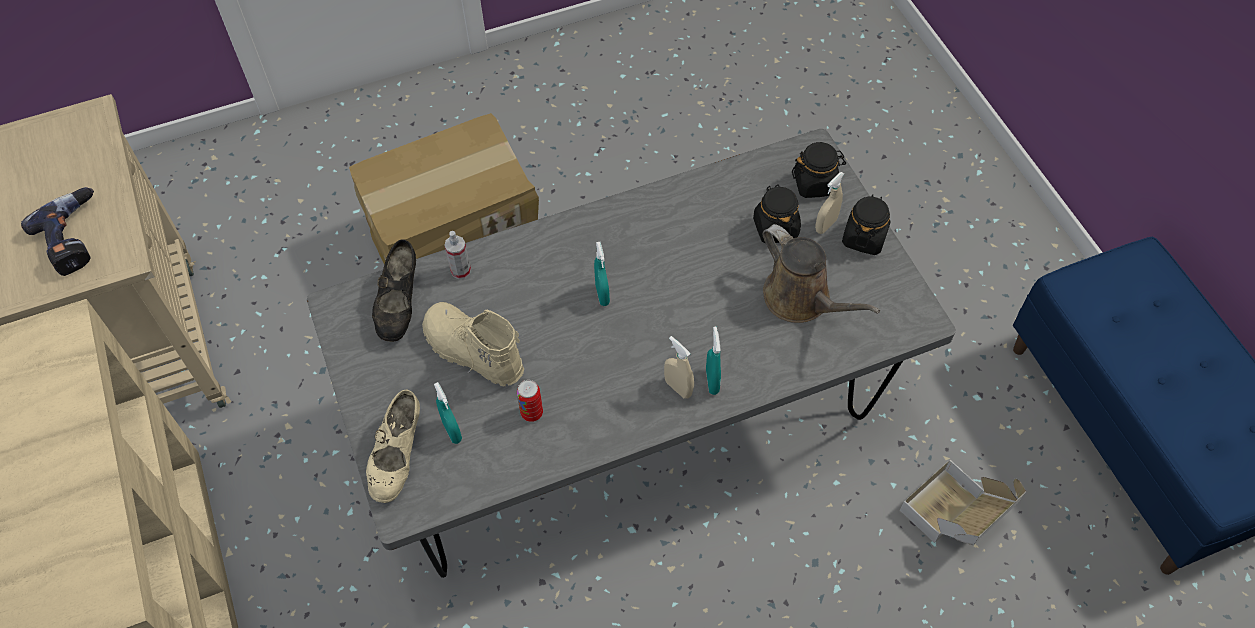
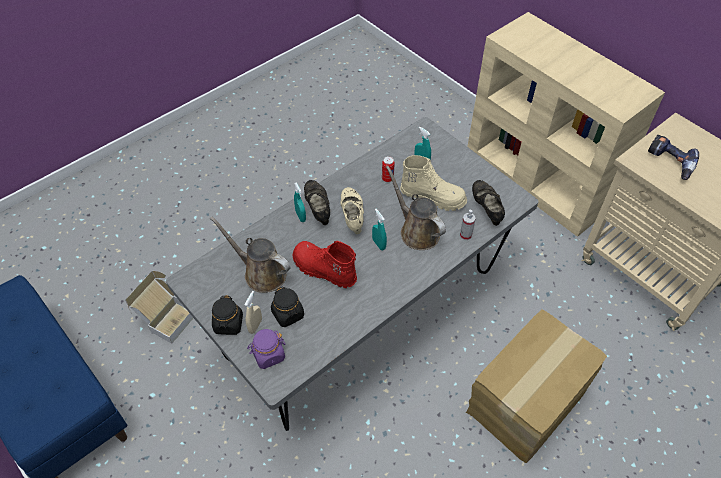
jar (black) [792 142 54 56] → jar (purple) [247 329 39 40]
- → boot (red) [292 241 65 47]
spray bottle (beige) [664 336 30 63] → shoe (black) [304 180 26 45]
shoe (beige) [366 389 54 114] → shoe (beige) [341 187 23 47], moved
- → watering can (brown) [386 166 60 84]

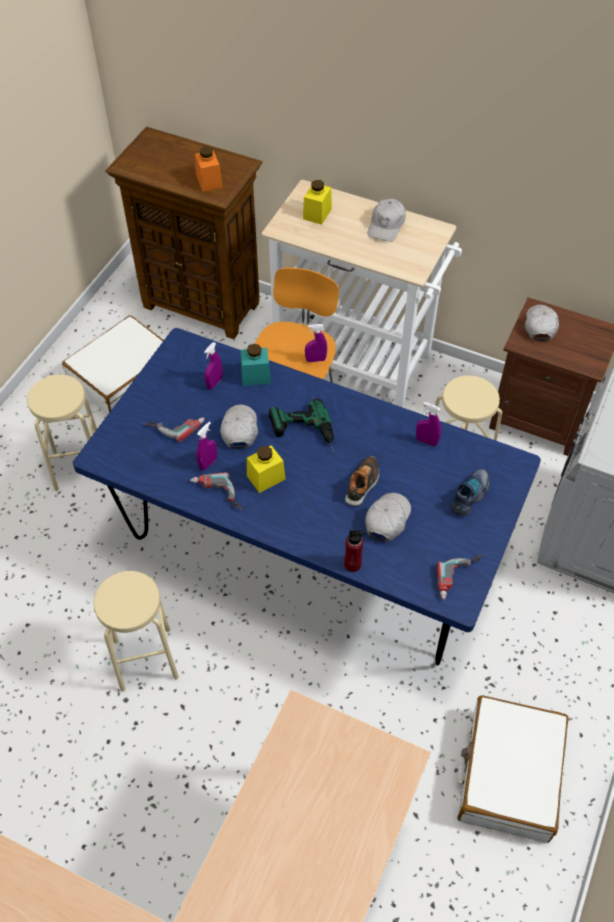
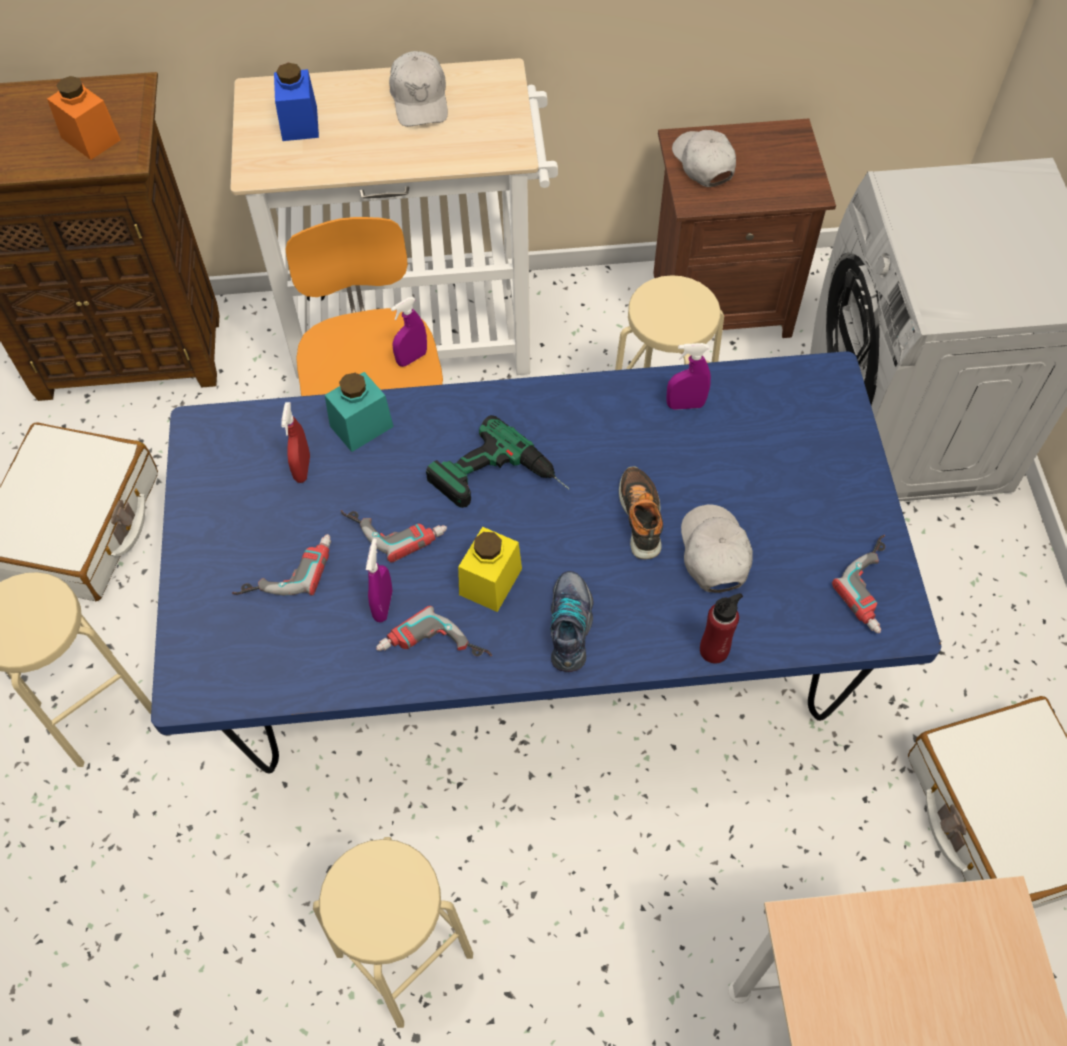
jar (yellow) [303 180 29 45] → jar (blue) [274 63 45 78]
spray bottle (purple) [204 342 19 47] → spray bottle (red) [281 402 29 81]
cap (white) [220 405 38 44] → power drill [341 510 106 52]
shoe [451 468 39 48] → shoe [550 571 43 101], moved

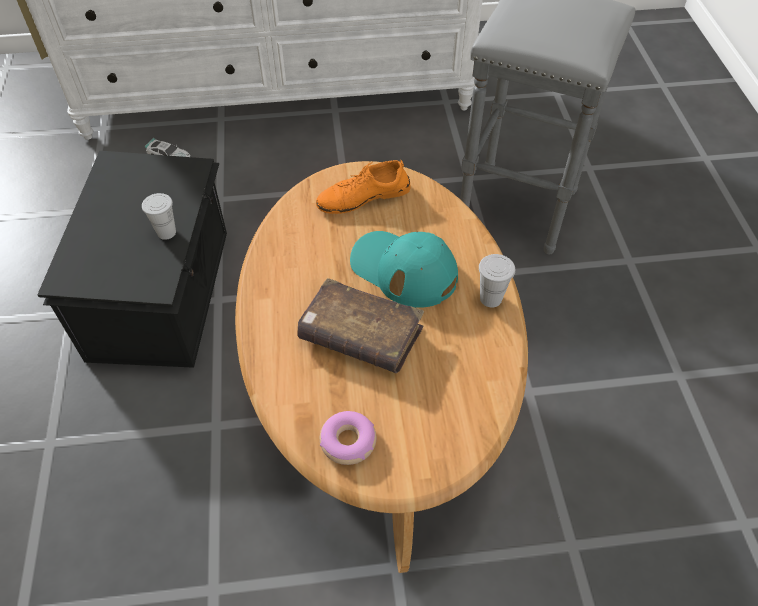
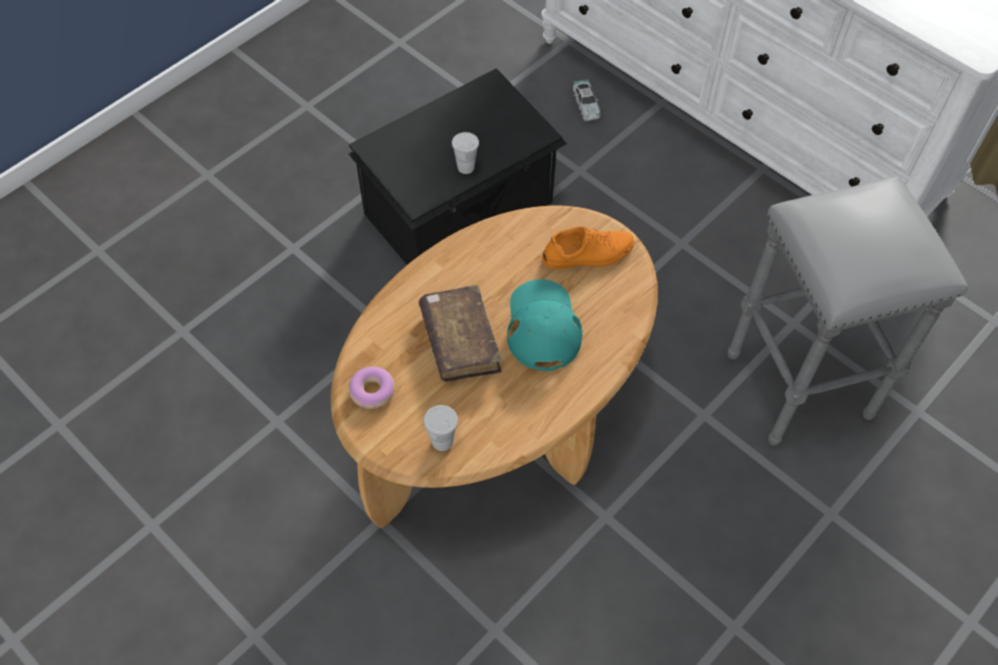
cup (white) [479 254 36 54] → cup (white) [423 405 35 46], moved
shoe (orange) [316 160 95 54] → shoe (orange) [542 226 92 43], 135 degrees clockwise

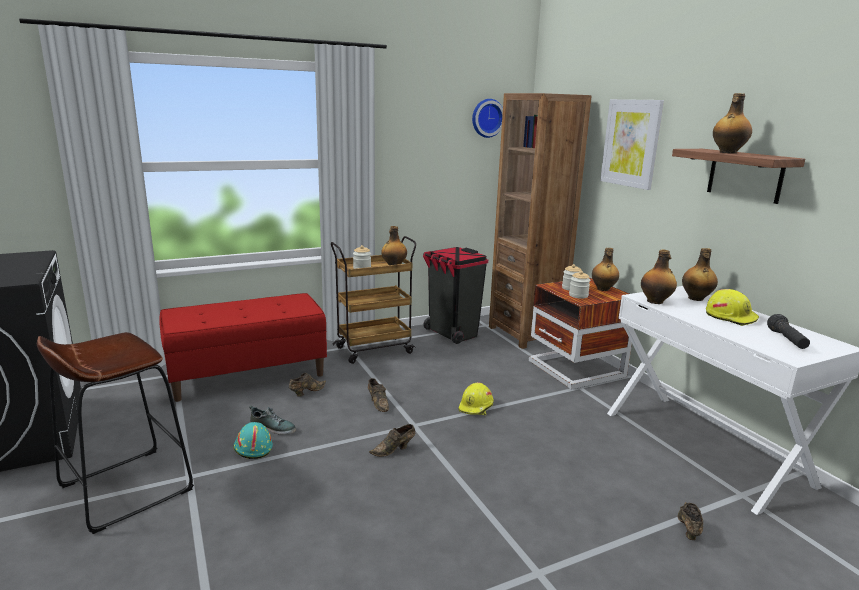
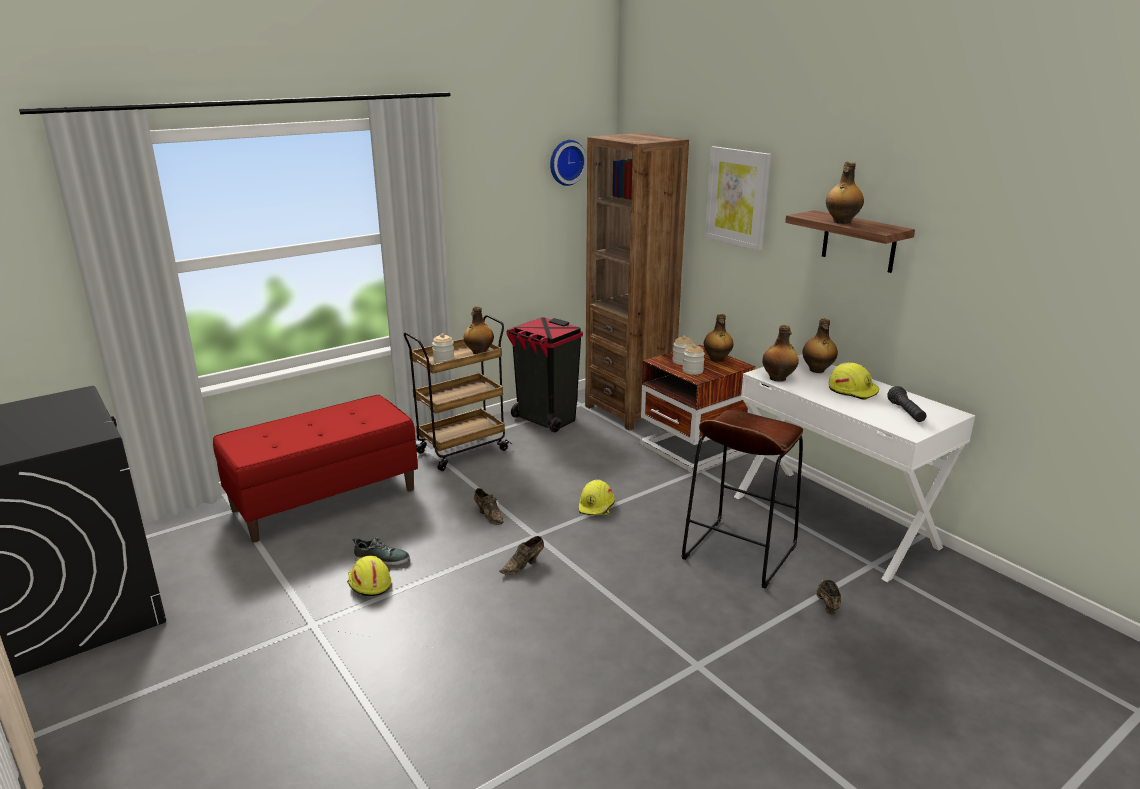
hard hat (turquoise) [234 422 39 37] → hard hat (yellow) [347 556 44 40]
stool (brown) [37 332 157 202] → stool (brown) [682 410 121 179], moved
shoe (brown) [289 373 37 24] → -

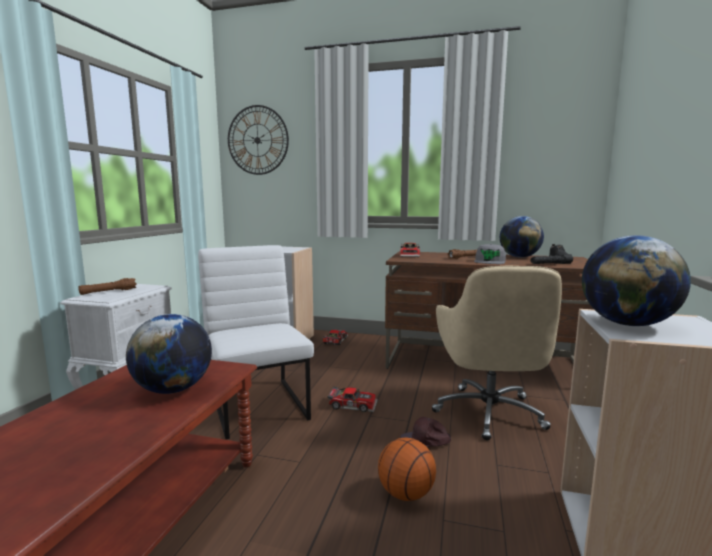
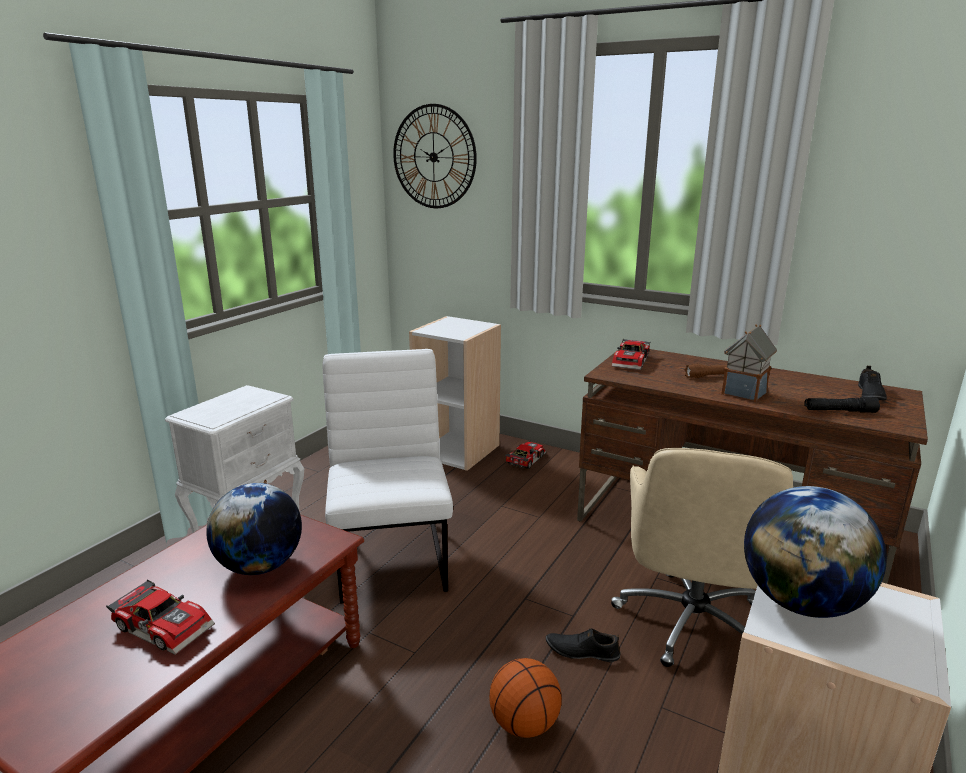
toy car [327 386 51 26] → toy car [106 579 109 76], moved
cap (brown) [400 417 51 30] → shoe (black) [546 628 74 34]
cap (grey) [474 244 32 20] → toy house [721 324 56 78]
flashlight (brown) [79 278 58 17] → -
globe [500 216 44 42] → -

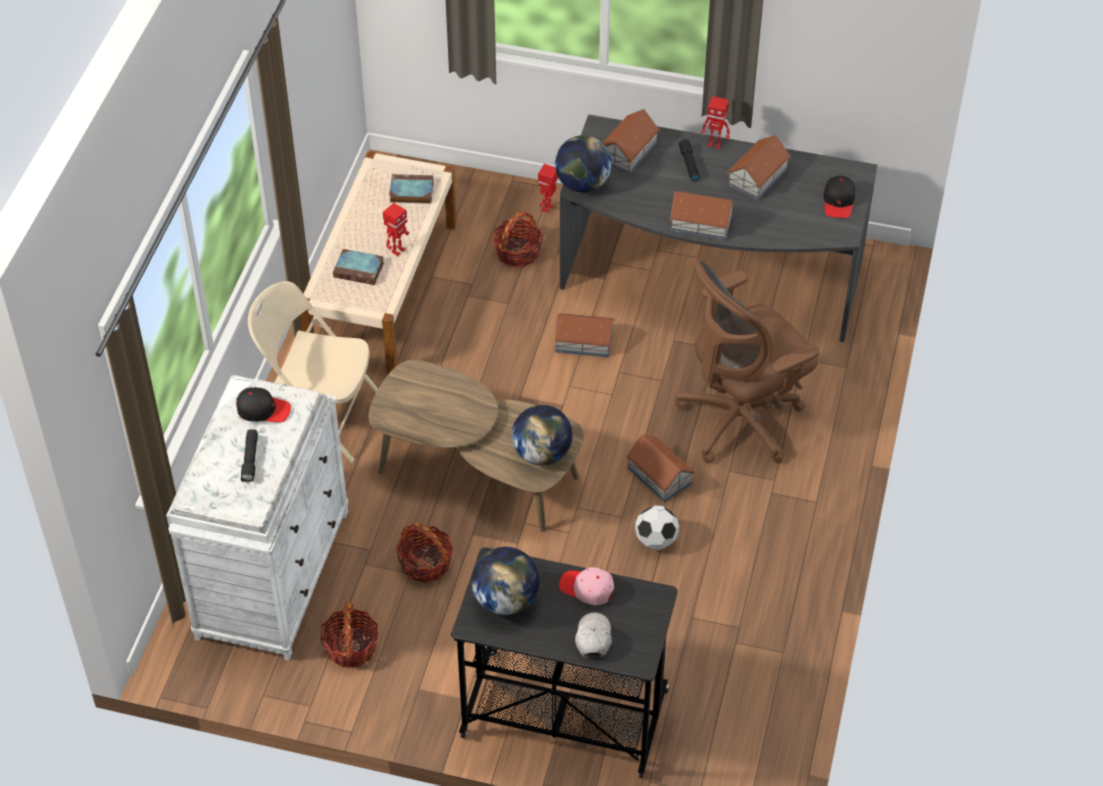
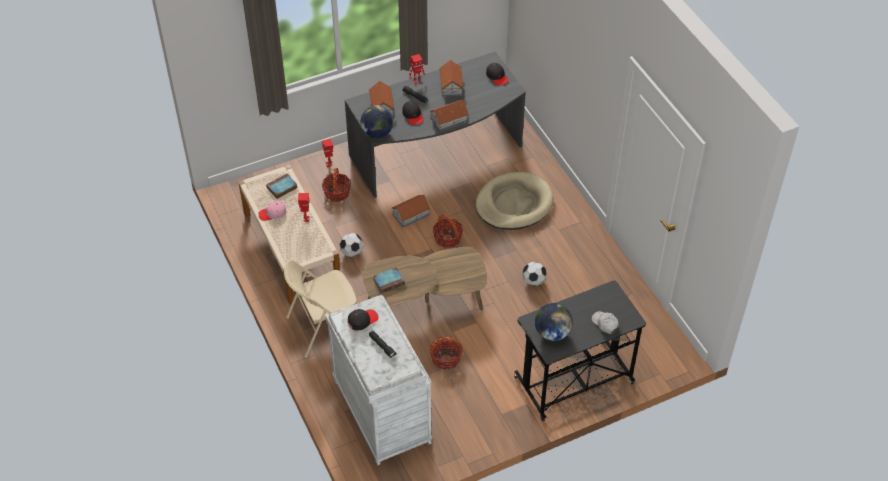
cap (pink) [559 567 55 38] → cap (pink) [258 201 28 20], moved
- → football [339 233 25 24]
book [333 249 51 36] → book [373 267 32 26], moved
- → cap (black) [402 101 21 24]
basket [320 602 58 65] → basket [433 214 30 34], moved
office chair (brown) [675 257 144 207] → dog bed (beige) [475 172 78 58]
globe [512 405 60 61] → -
toy house [626 435 69 67] → -

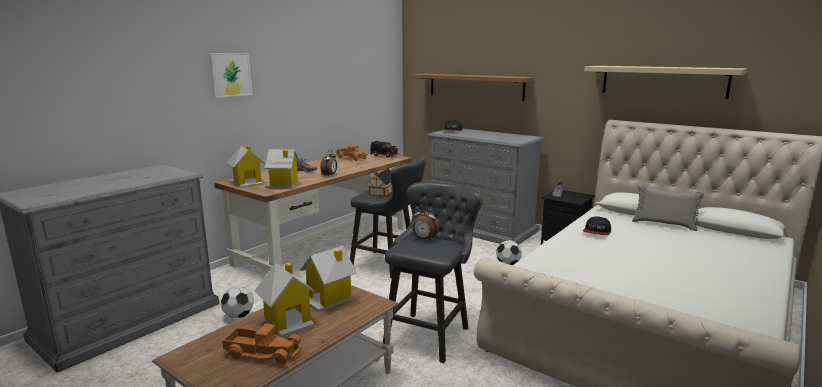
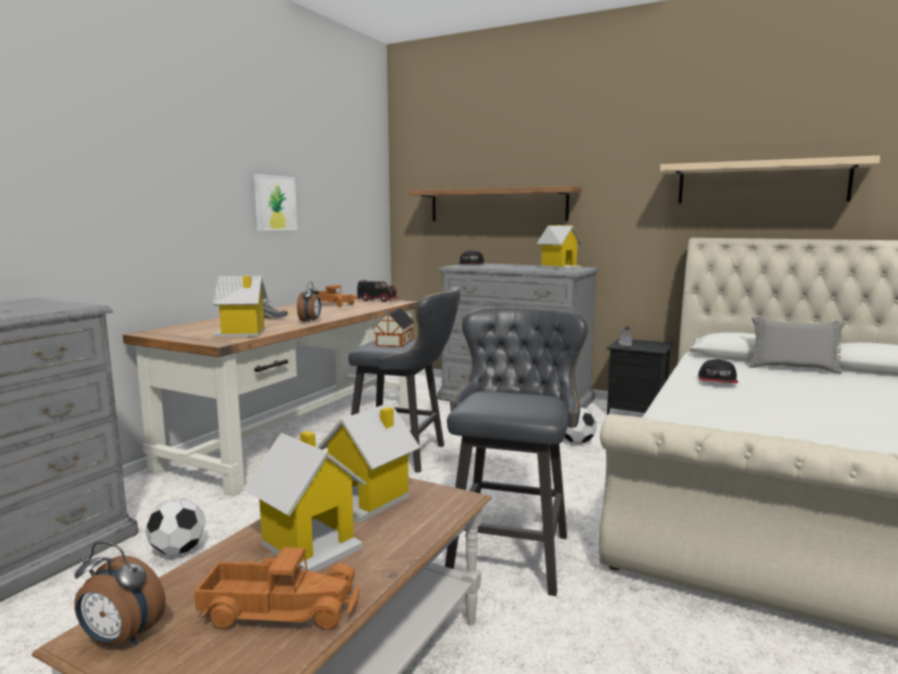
alarm clock [412 205 28 36] → alarm clock [74 541 92 105], moved
picture [209 53 43 45] → picture [254 174 43 57], moved
toy house [227 146 38 42] → toy house [537 225 46 45], moved

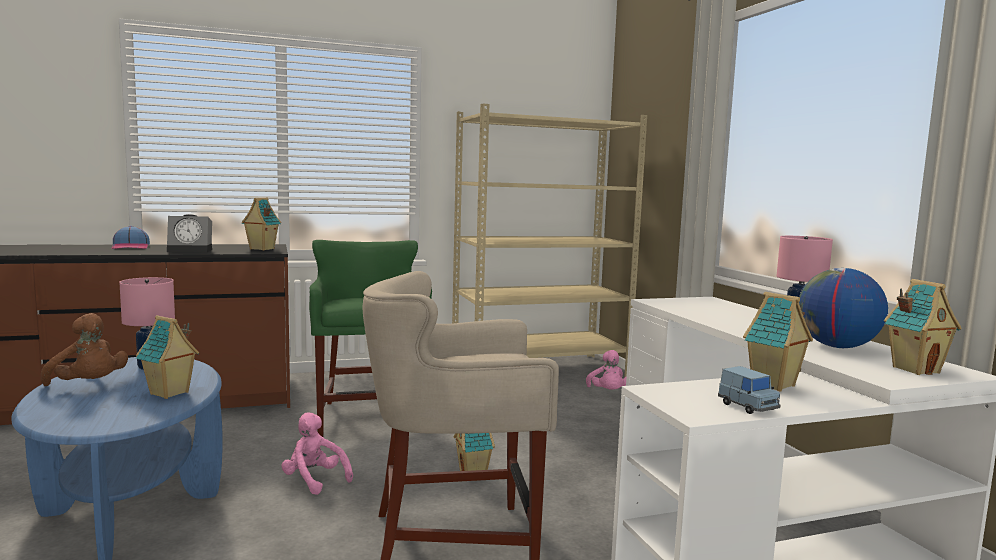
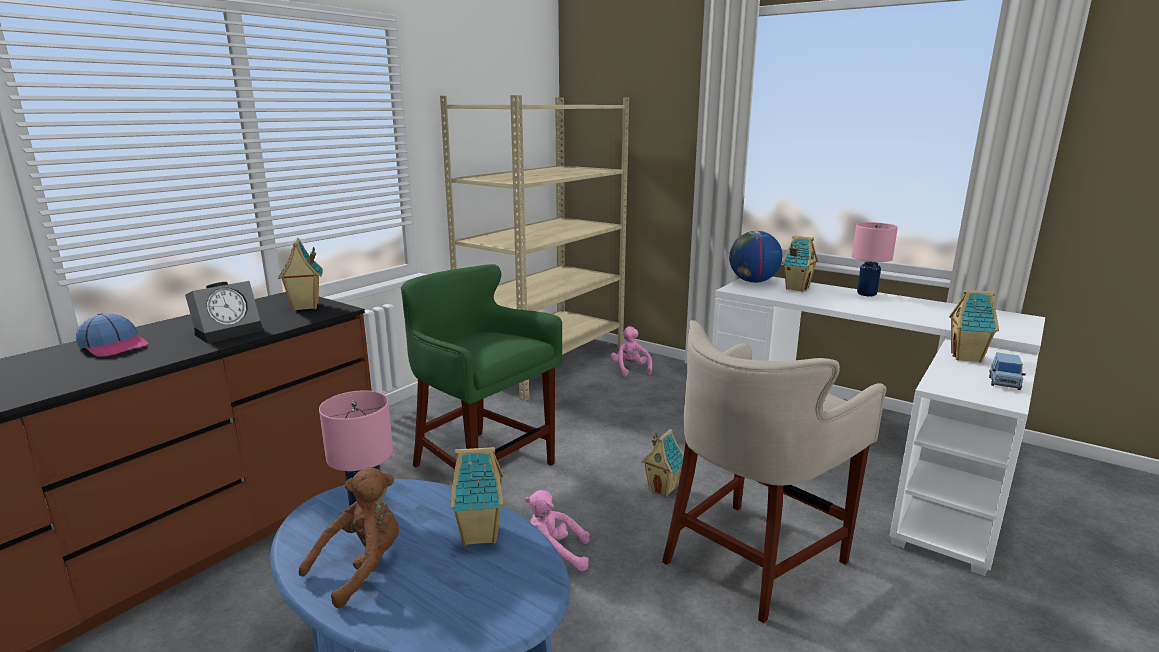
plush toy (brown) [41 313 87 73] → plush toy (brown) [299 467 100 141], 45 degrees counterclockwise
plush toy (pink) [586 350 41 40] → plush toy (pink) [610 326 42 51], 150 degrees counterclockwise
globe [799 268 89 80] → globe [729 231 53 52], moved
toy house [884 279 78 96] → toy house [782 235 36 57], moved
toy car (blue) [718 366 62 48] → toy car (blue) [989 353 37 37], 90 degrees clockwise

